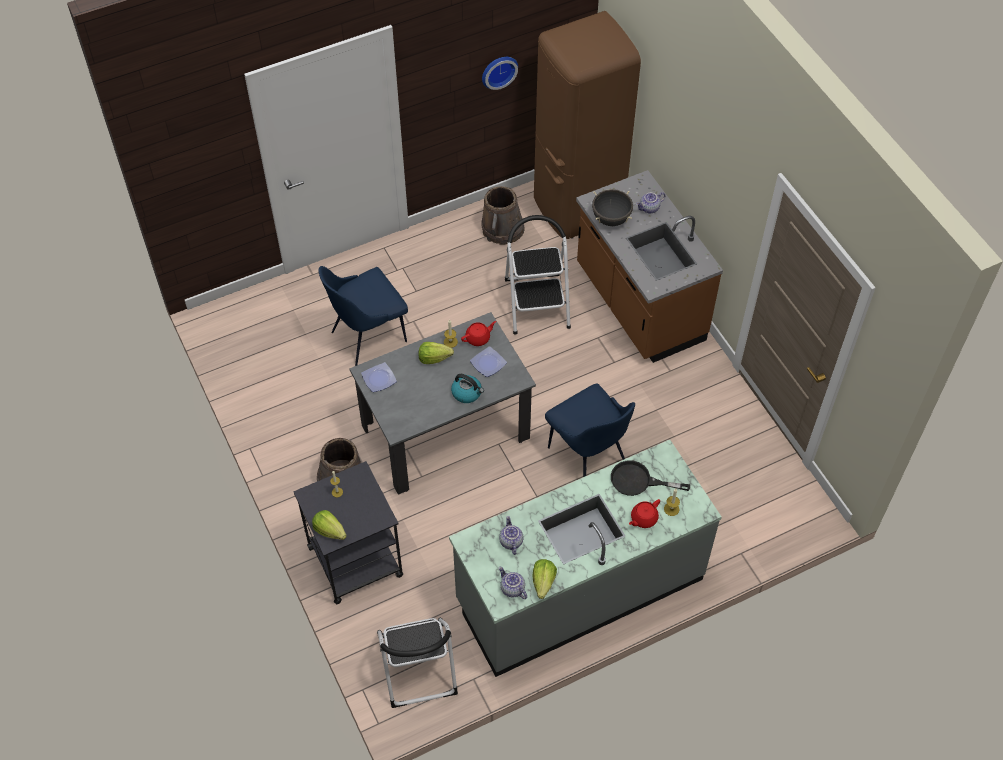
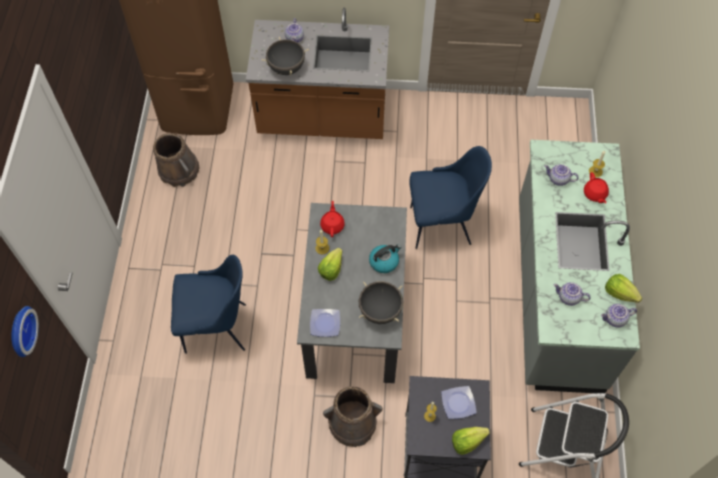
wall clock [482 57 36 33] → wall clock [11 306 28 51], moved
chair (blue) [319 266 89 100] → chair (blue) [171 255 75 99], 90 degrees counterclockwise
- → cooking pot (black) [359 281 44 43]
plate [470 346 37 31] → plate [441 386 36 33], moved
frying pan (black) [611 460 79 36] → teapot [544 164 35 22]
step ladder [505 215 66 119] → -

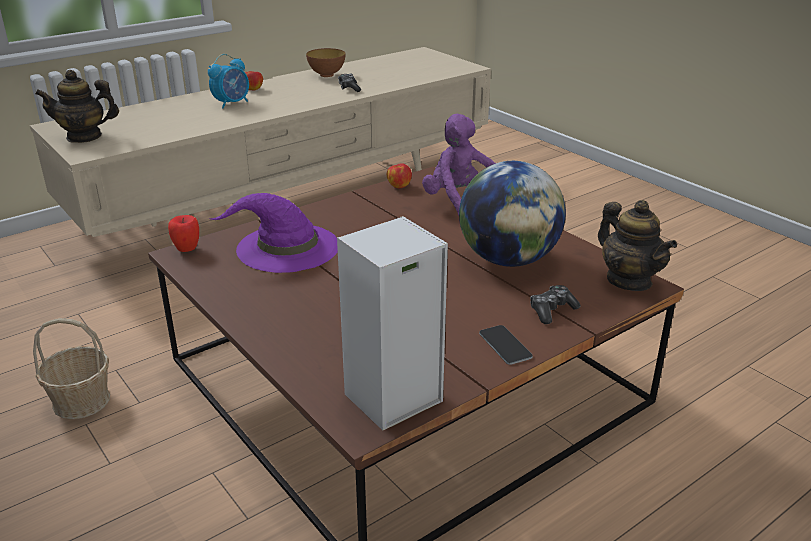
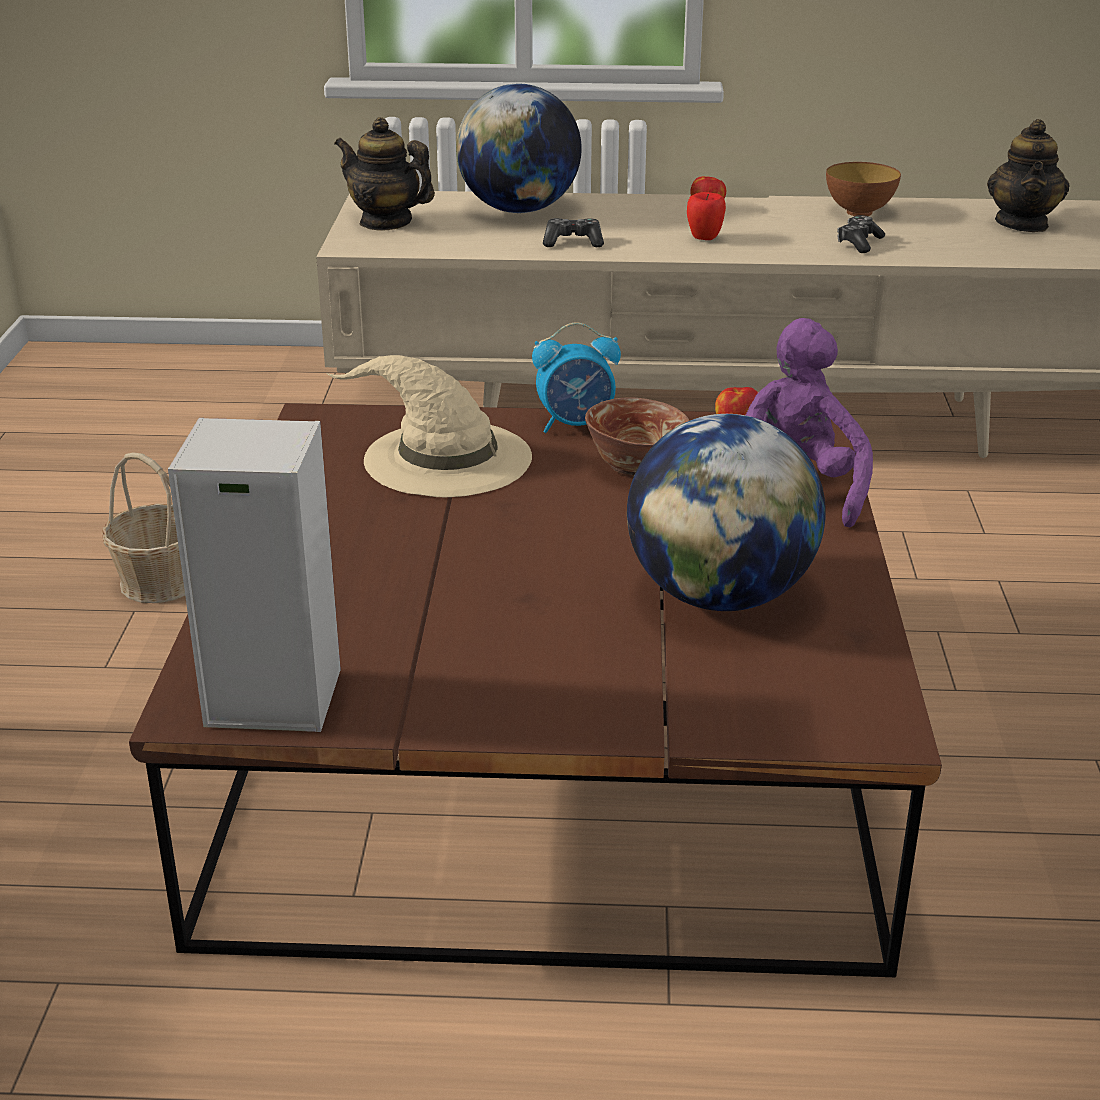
hat (purple) [209 193 129 80] → hat (beige) [326 355 206 142]
- → globe [456 84 126 129]
alarm clock [208 54 41 55] → alarm clock [532 322 89 111], moved
game controller [530 285 50 39] → game controller [543 218 61 29], moved
- → bowl [585 397 104 78]
apple [168 215 31 37] → apple [687 192 39 48], moved
teapot [598 200 79 91] → teapot [987 119 82 113], moved
phone [479 325 54 40] → -

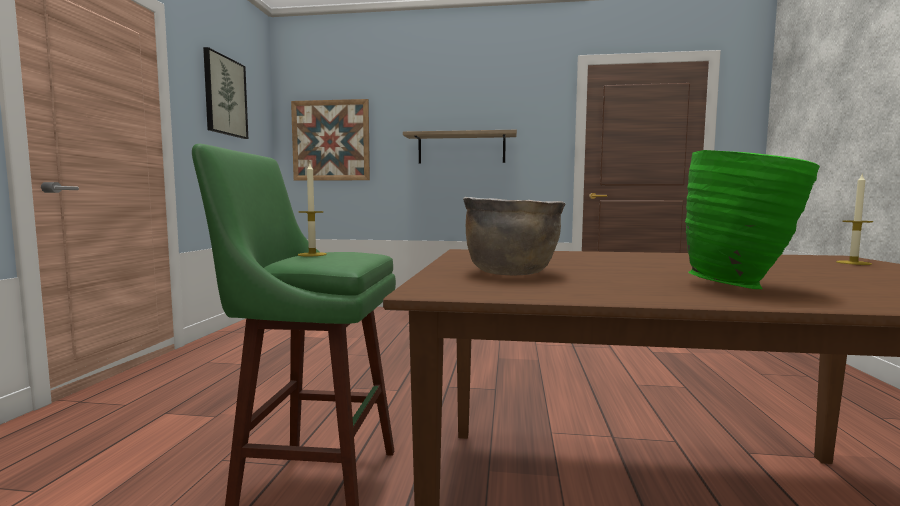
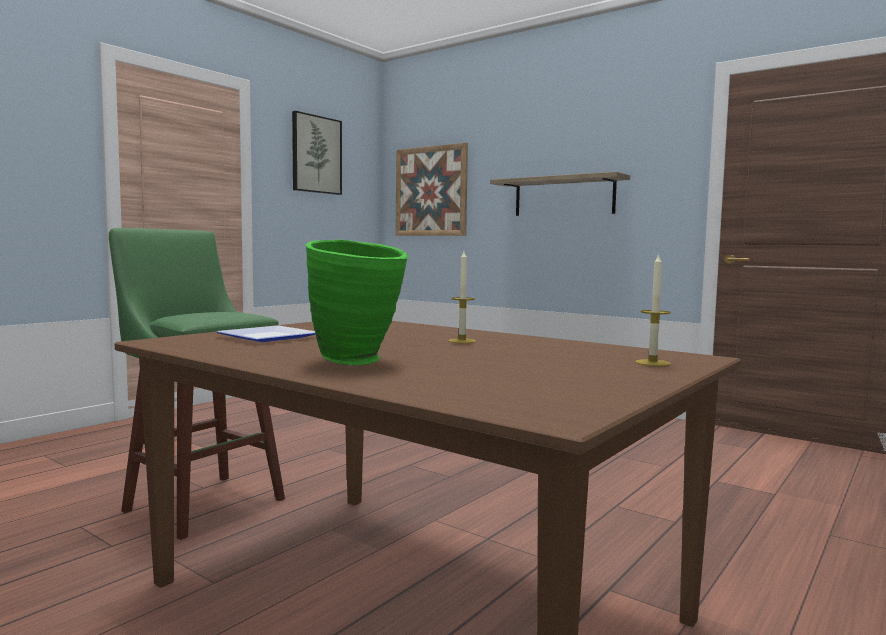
cooking pot (brown) [463 197 103 78] → plate [217 325 99 17]
candle [298 164 29 92] → candle [448 251 28 92], moved

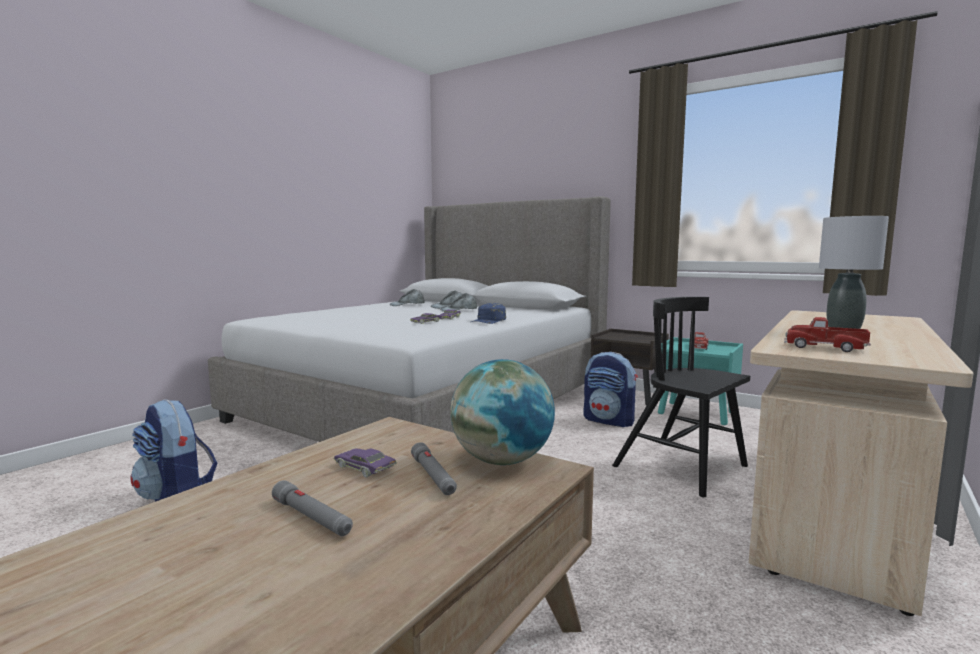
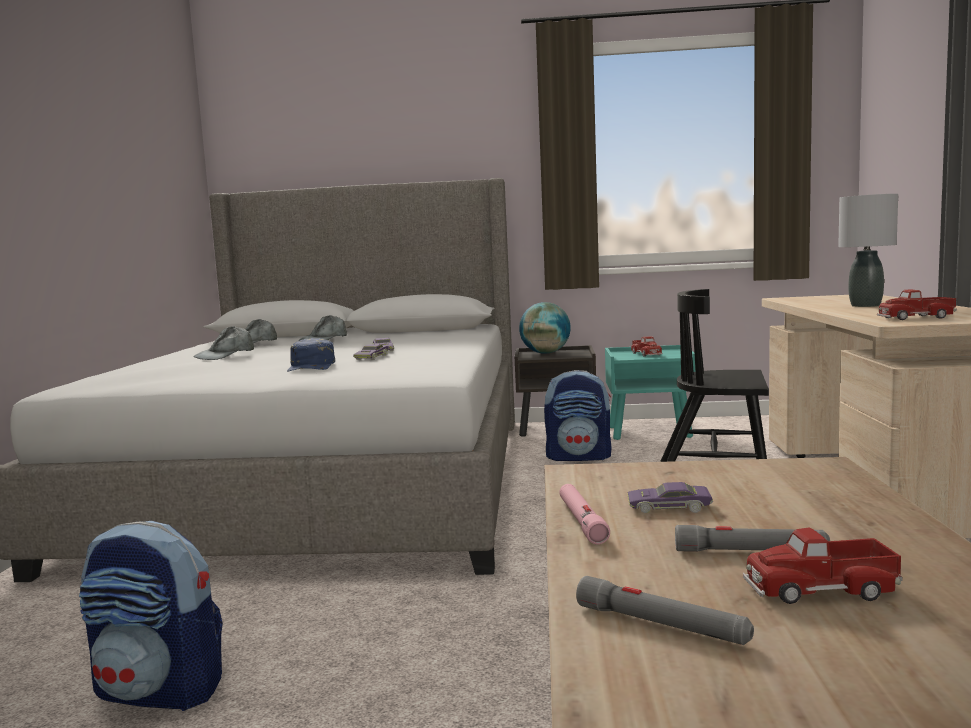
cap (grey) [440 293 37 19] → cap (grey) [194 326 60 34], moved
cap (blue) [471 303 35 21] → cap (blue) [287 338 48 33], moved
globe [450 359 105 106] → globe [519 302 52 52], moved
- → flashlight (pink) [559 484 51 60]
flashlight (grey) [411 442 46 53] → flashlight (grey) [576 576 178 69], moved
- → toy truck [743 527 160 77]

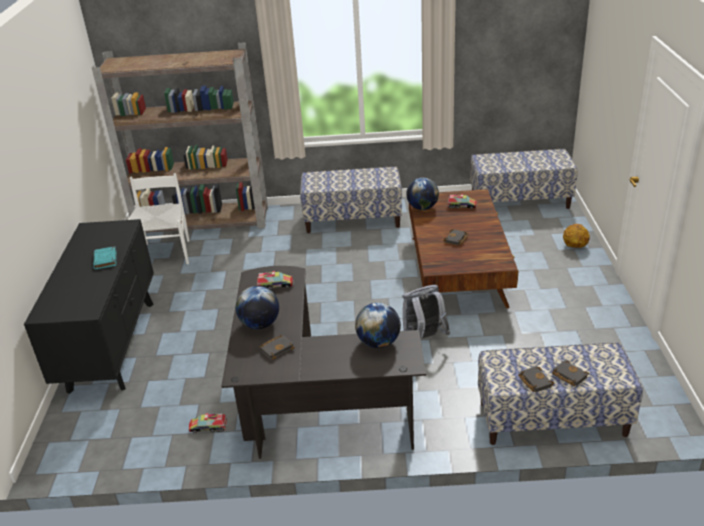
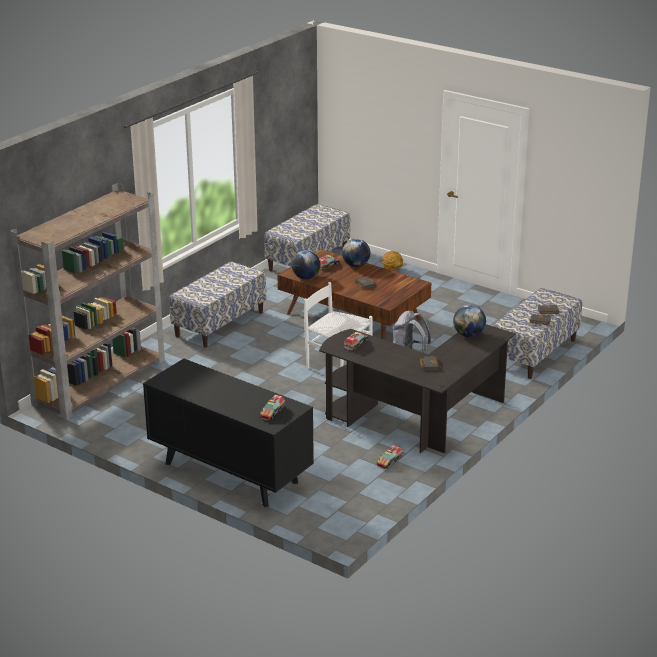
- → toy truck [260 395 25 25]
chair (white) [128 173 62 91] → chair (white) [304 282 69 86], moved
globe [236 286 43 43] → globe [342 239 28 28], moved
book (turquoise) [93 246 24 23] → -

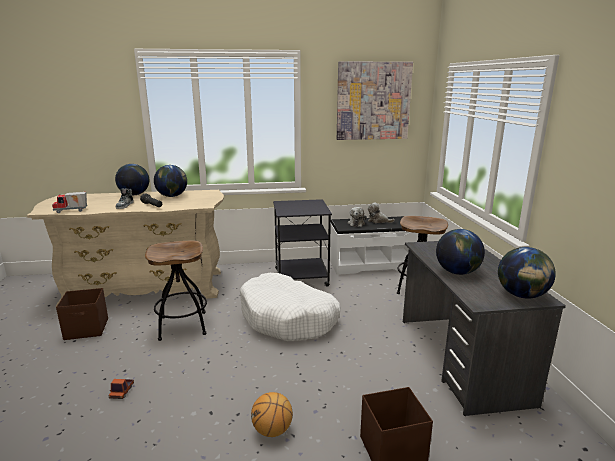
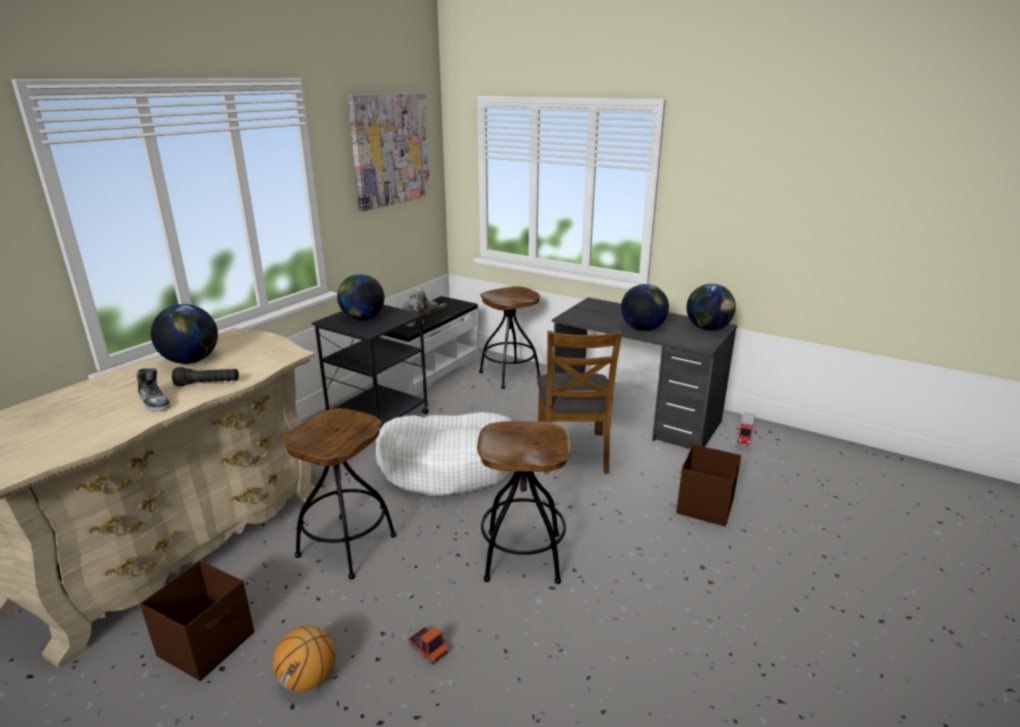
basketball [251 392 42 45] → basketball [273 625 63 67], moved
globe [115 164 34 31] → globe [337 274 47 46], moved
- → stool (brown) [477 421 94 163]
- → chair (brown) [537 331 85 143]
toy truck [52 192 35 21] → toy truck [736 412 21 36], moved

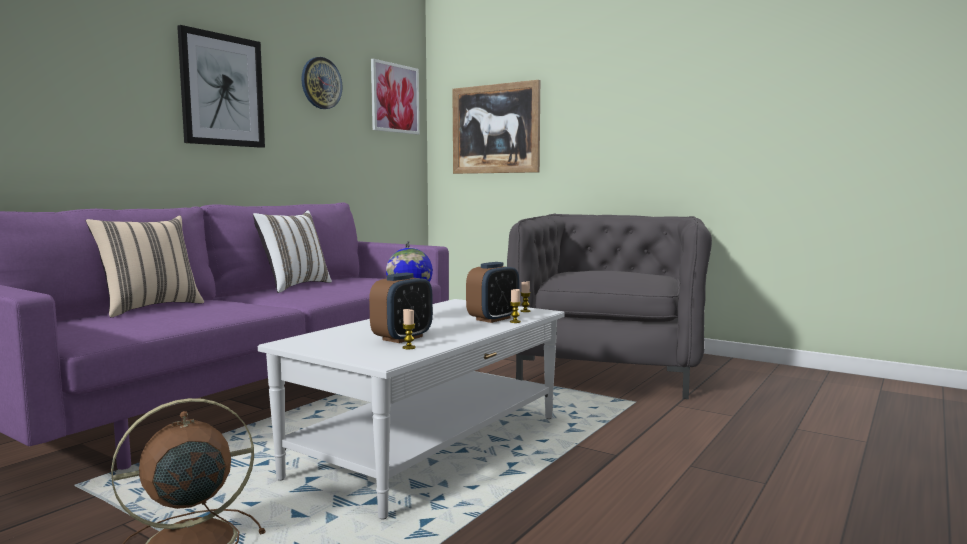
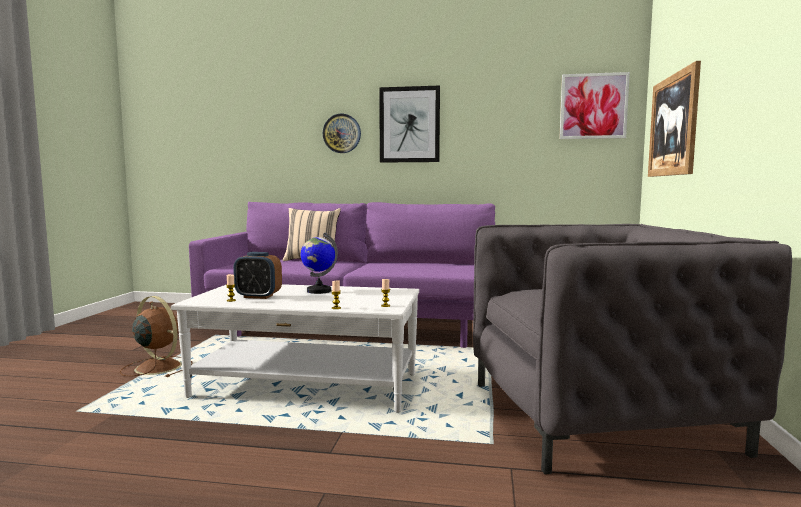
wall clock [301 57 42 52] → wall clock [323 114 38 39], moved
pillow (white) [253 211 79 82] → -
alarm clock [466 262 53 61] → -

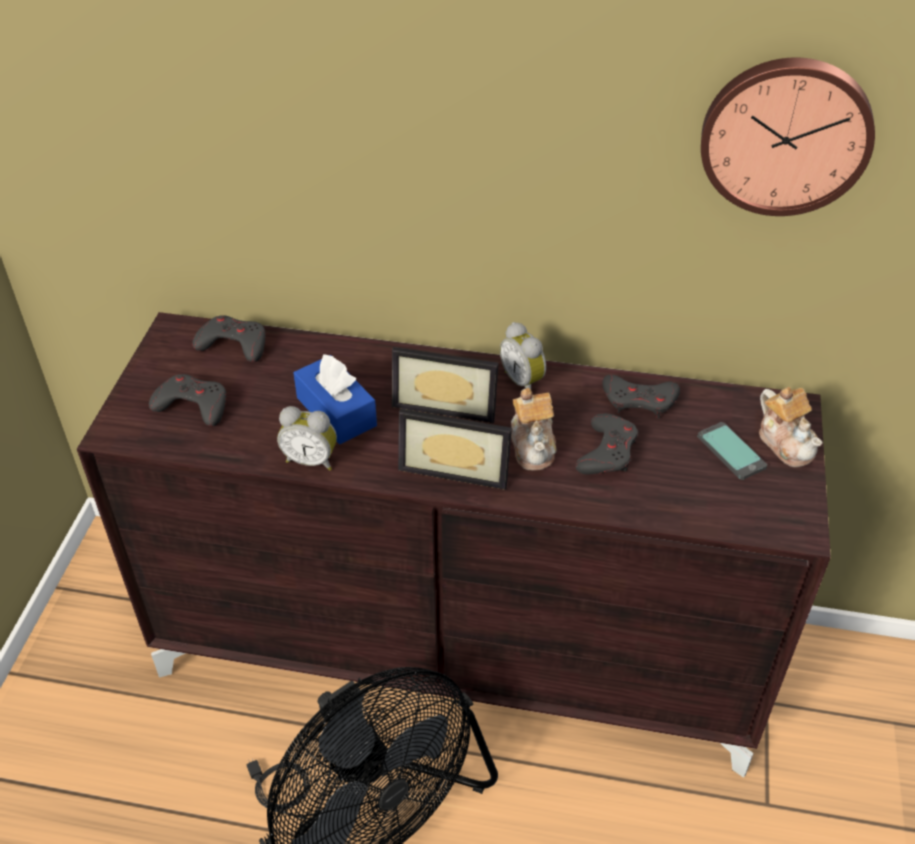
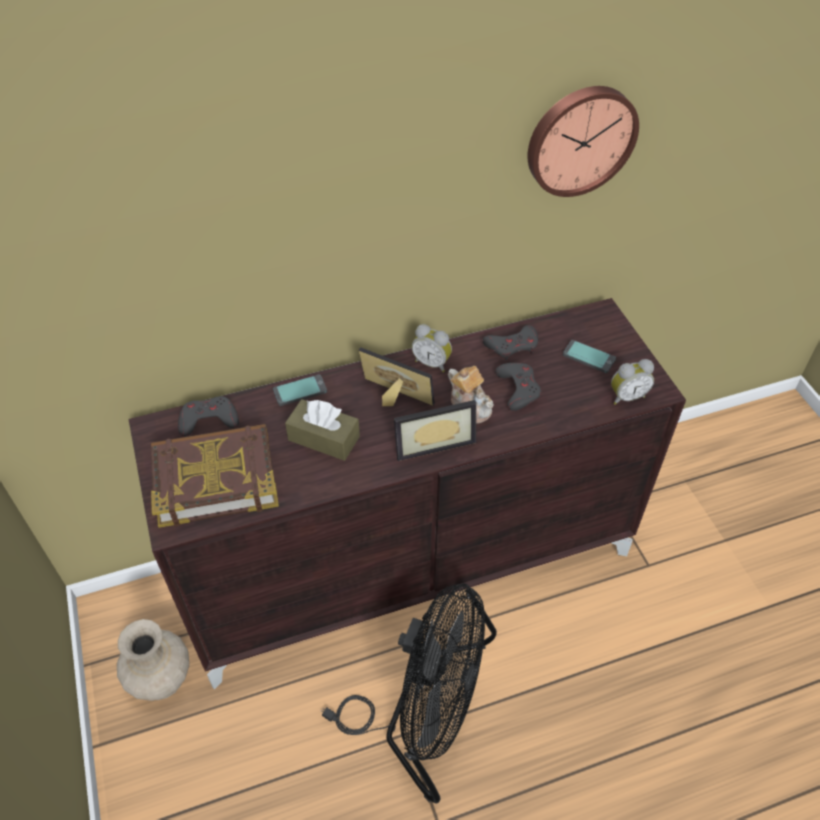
- → vase (beige) [117 619 72 82]
game controller (grey) [149 374 77 53] → book [151 424 128 104]
- → phone [273 375 54 31]
tissue box (blue) [293 354 84 90] → tissue box (brown) [285 399 75 62]
picture frame [392 347 107 76] → picture frame [359 348 76 58], 135 degrees counterclockwise
alarm clock [277 406 60 65] → alarm clock [611 359 43 46], moved
teapot [759 387 64 80] → -

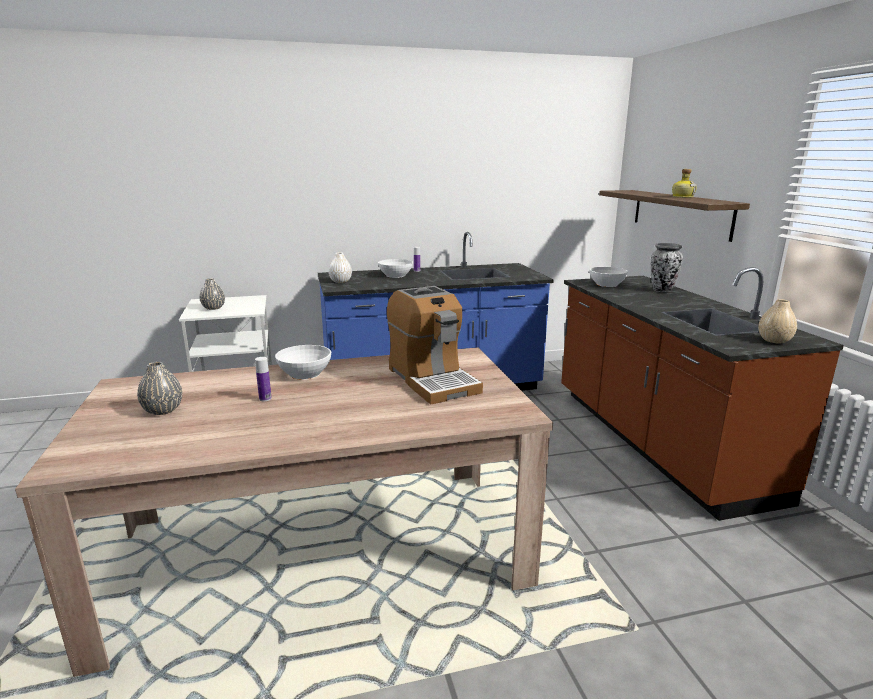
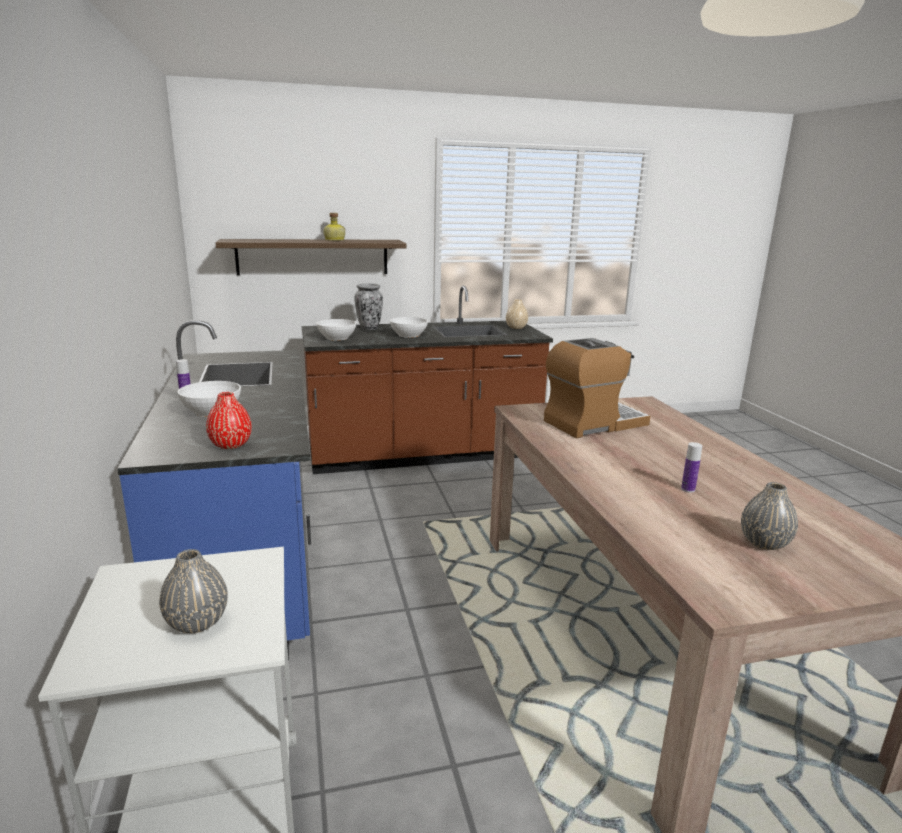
vase (white) [329 252 23 31] → vase (red) [206 392 46 57]
bowl (white) [275 345 56 34] → bowl (white) [390 317 38 21], moved

